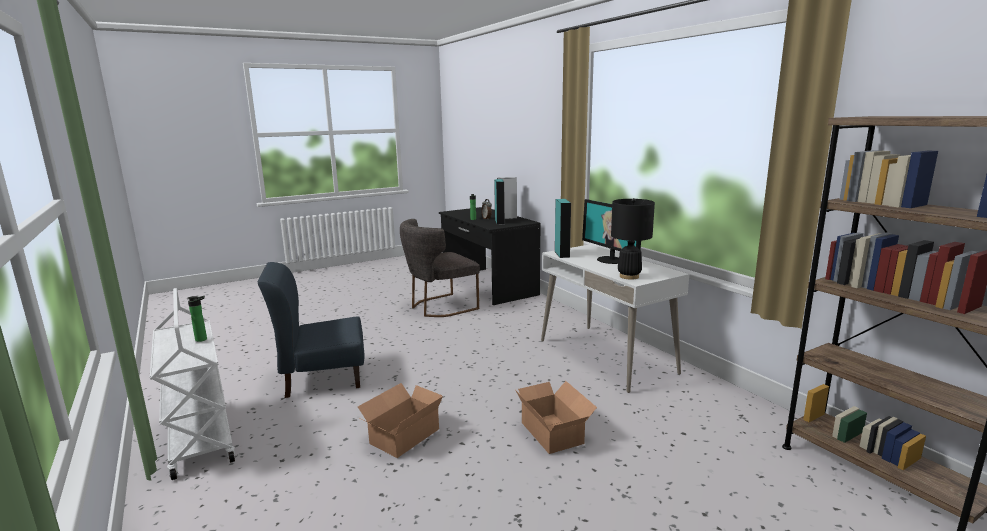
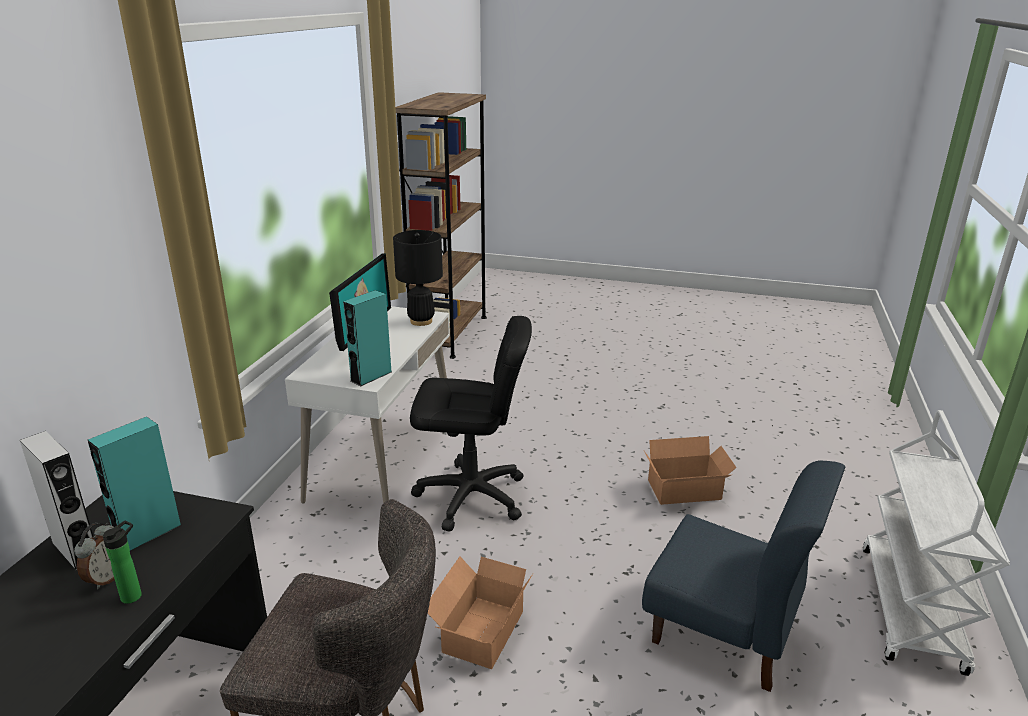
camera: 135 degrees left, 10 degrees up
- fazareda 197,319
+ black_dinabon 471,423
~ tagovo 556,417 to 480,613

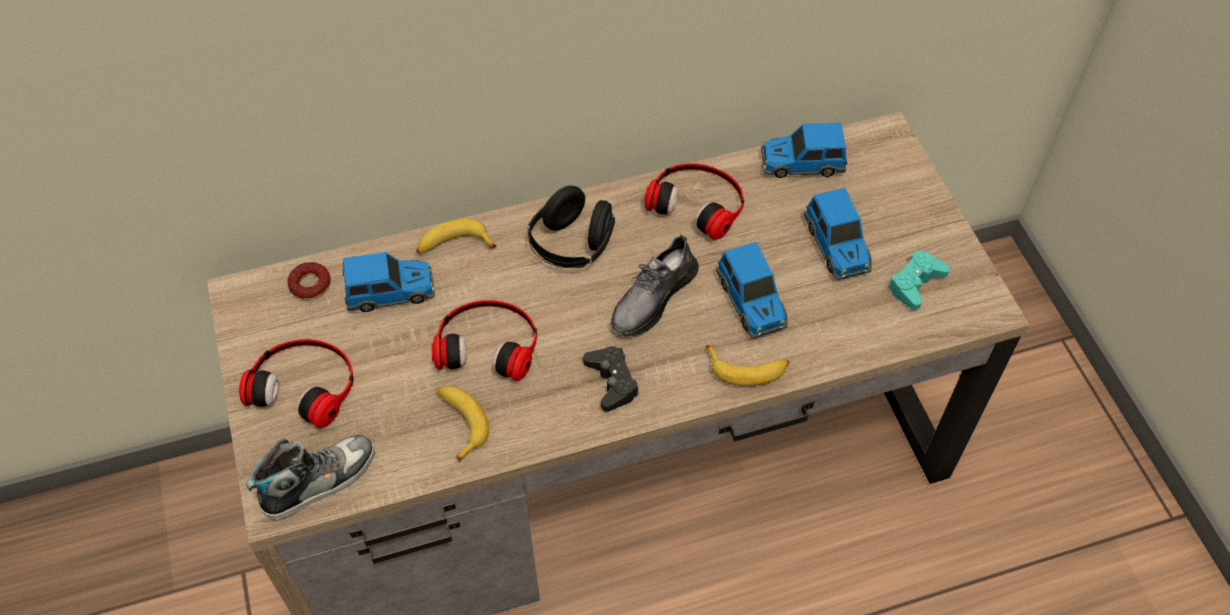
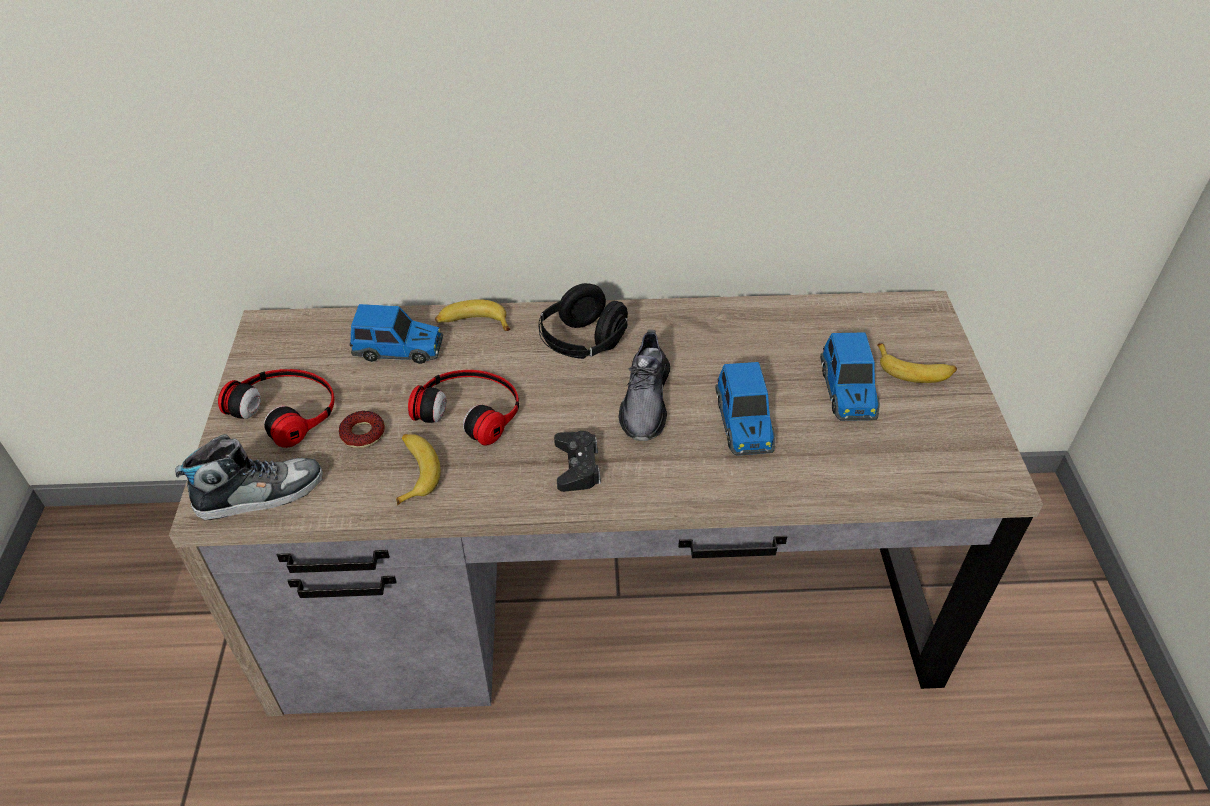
camera: 15 degrees right, 10 degrees down
- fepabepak 694,201
- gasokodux 804,150
- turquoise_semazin 918,280
~ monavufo 309,281 to 362,429
~ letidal 748,365 to 917,363
~ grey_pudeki 655,285 = 644,385 45 degrees counterclockwise

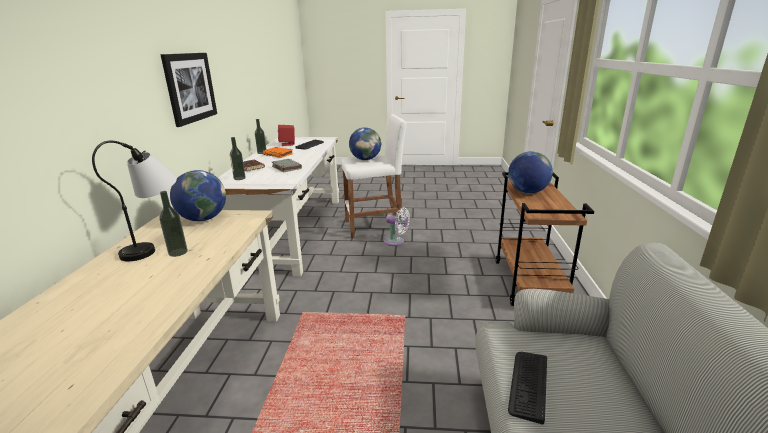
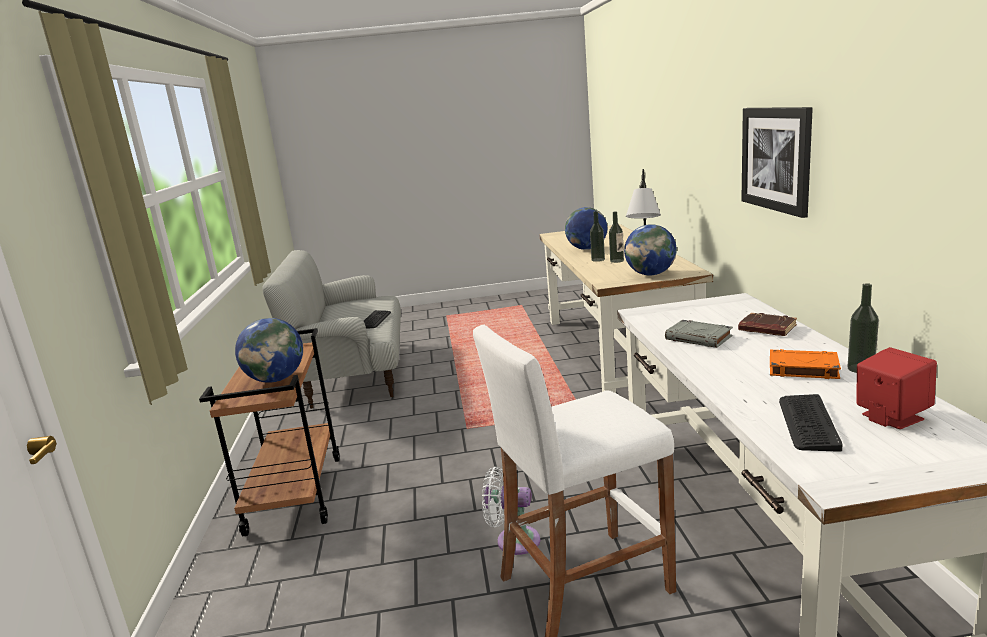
camera: 170 degrees right, 5 degrees down
~ fazareda 238,158 to 597,236
~ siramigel 365,143 to 586,228

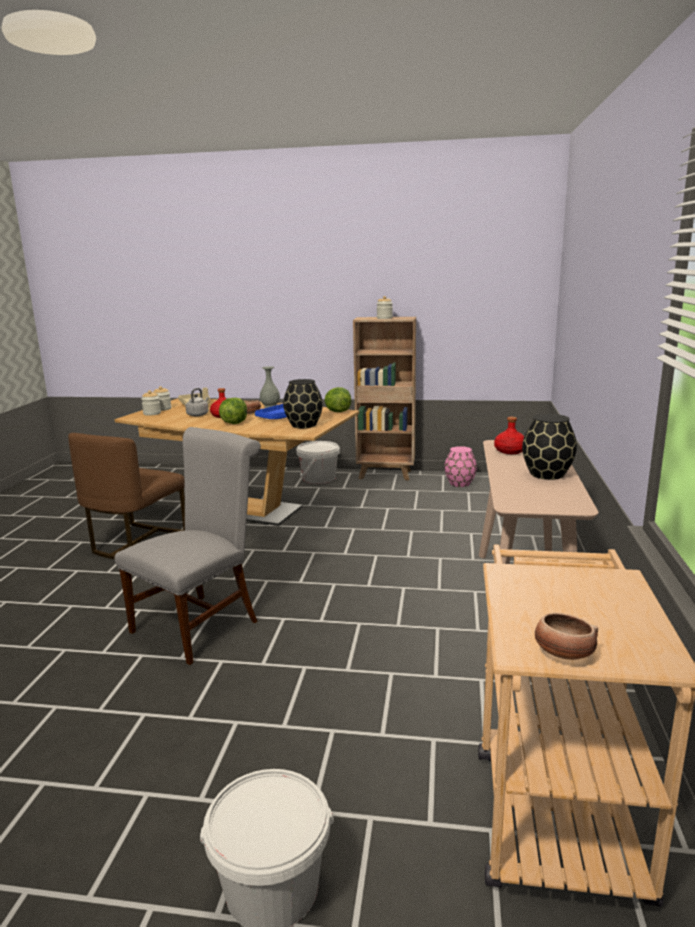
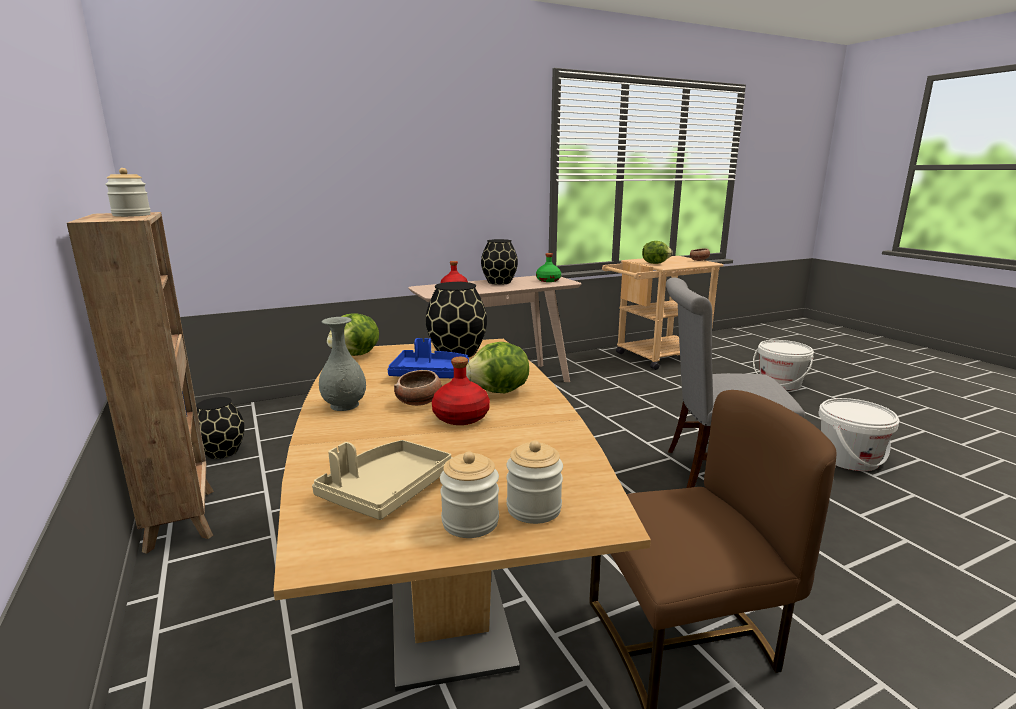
camera: 125 degrees left, 0 degrees up
- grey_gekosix 197,402
+ green_fazareda 548,267
+ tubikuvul 657,252
~ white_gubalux 318,462 to 859,434
~ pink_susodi 460,466 to black_susodi 220,428

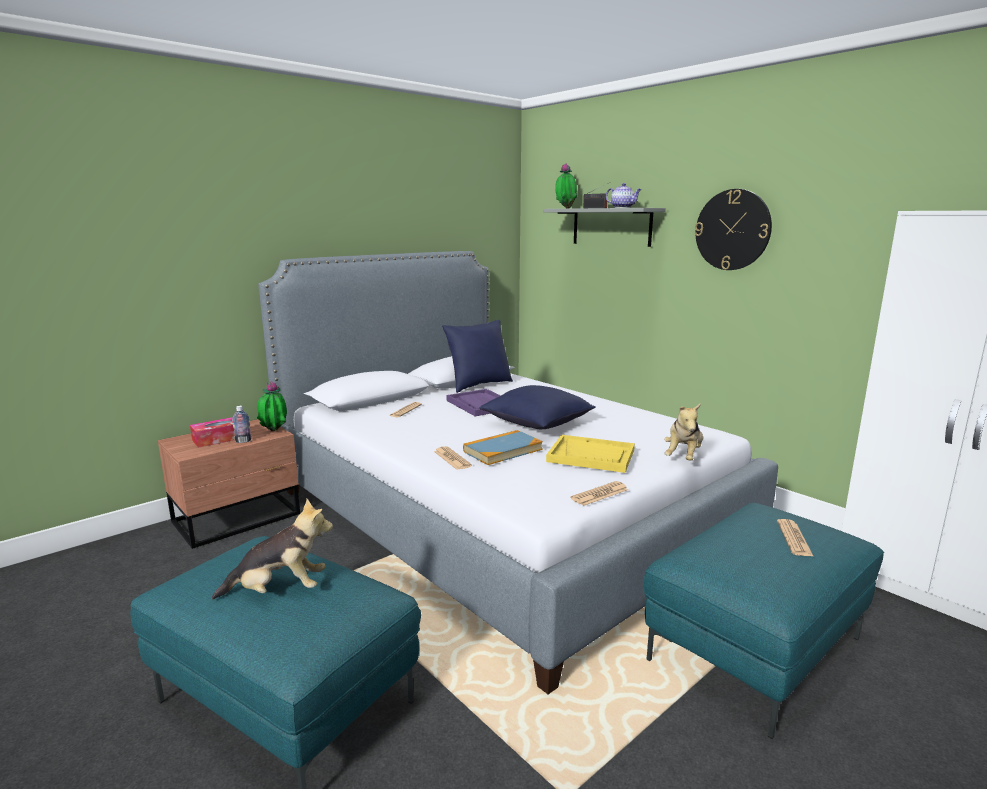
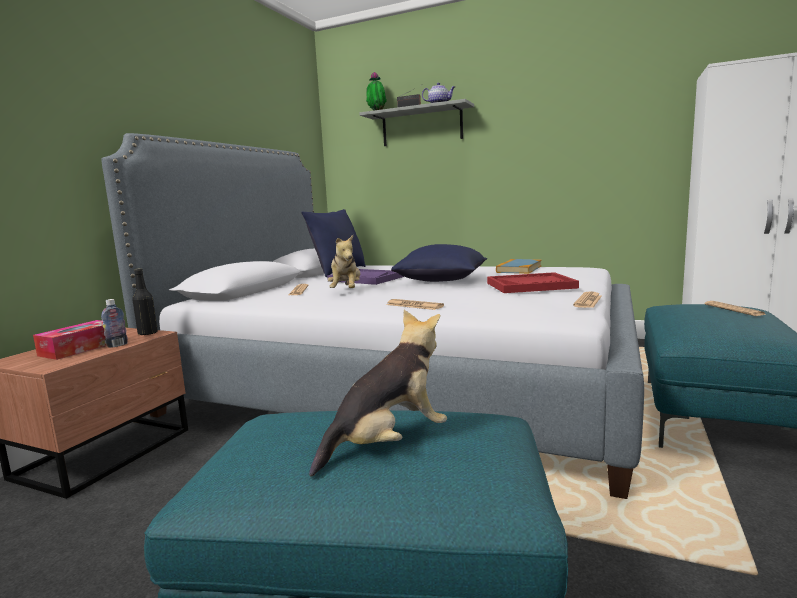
camera: 25 degrees left, 5 degrees down
- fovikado 733,229
~ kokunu 503,447 to 519,266
~ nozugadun 683,432 to 344,261
~ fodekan 271,406 to black_fazareda 145,301
~ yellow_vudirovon 590,454 to red_vudirovon 533,282

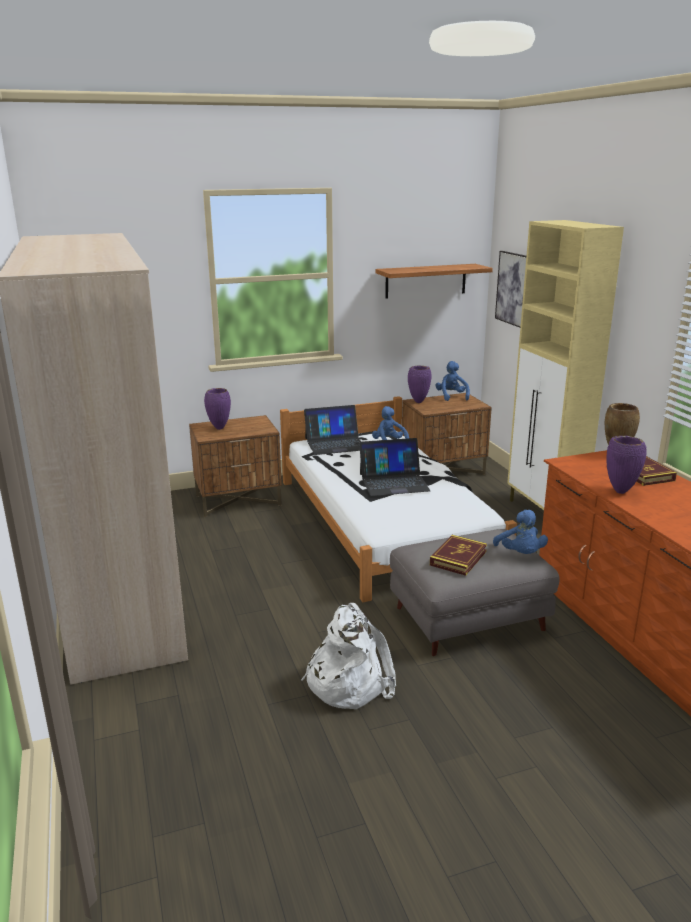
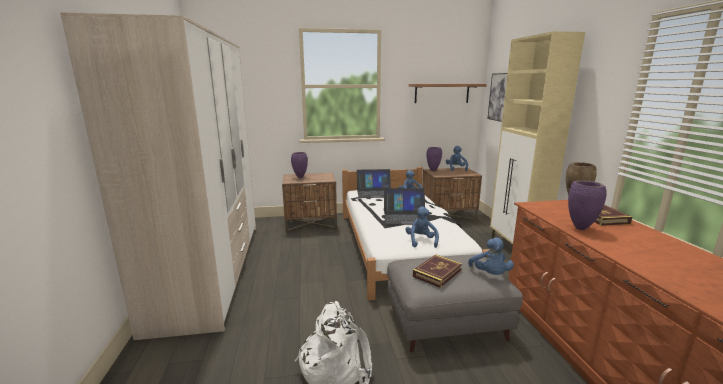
camera: 10 degrees right, 5 degrees down
+ blue_nozugadun 422,227

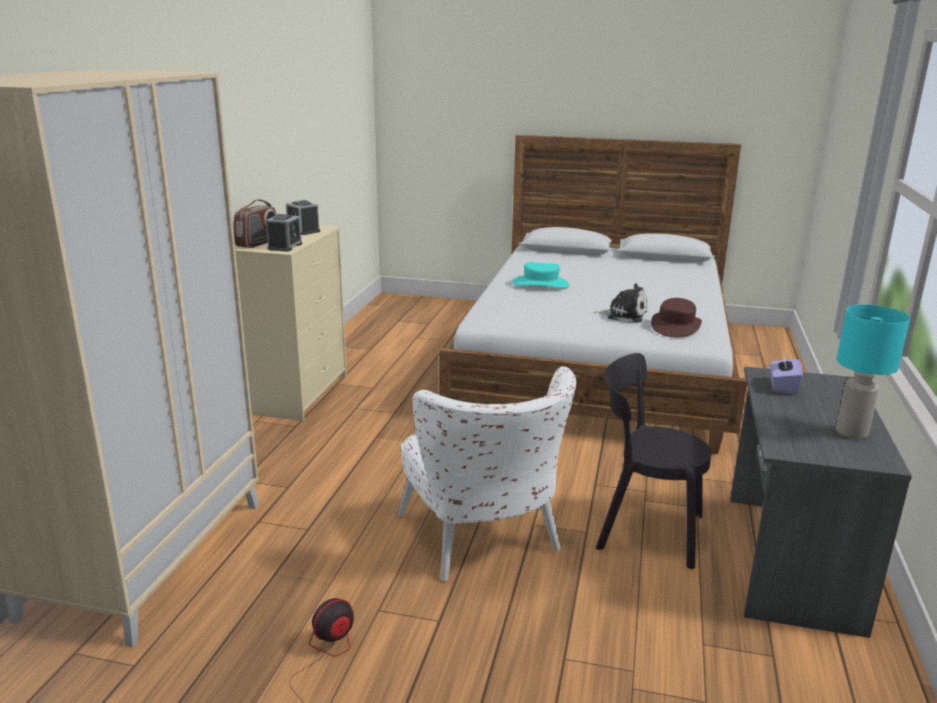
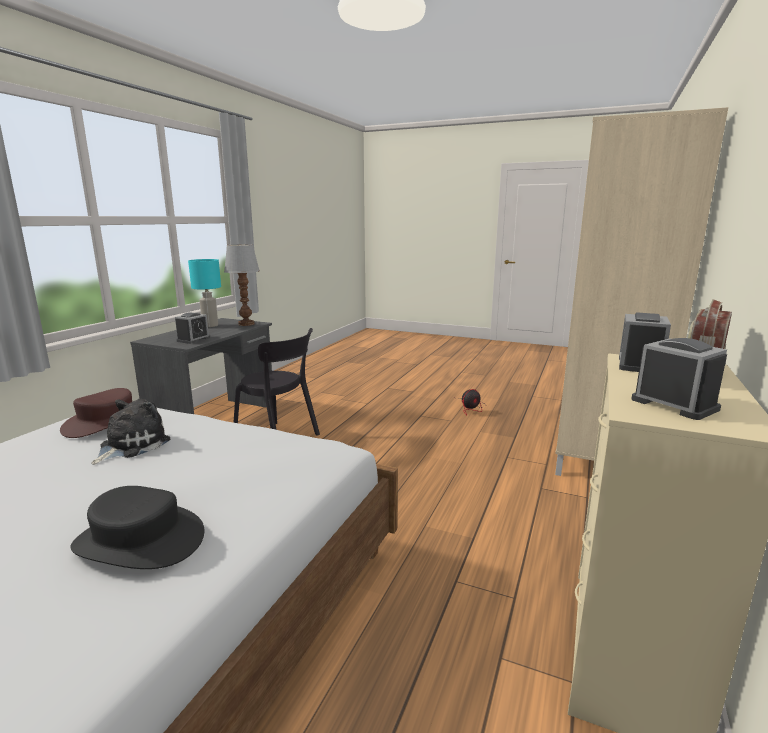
camera: 170 degrees left, 5 degrees down
- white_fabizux 487,474
+ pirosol 242,285
~ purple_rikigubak 786,373 to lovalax 192,328
~ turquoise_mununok 541,275 to black_mununok 137,527
~ nozugadun 620,303 = 130,432 90 degrees clockwise

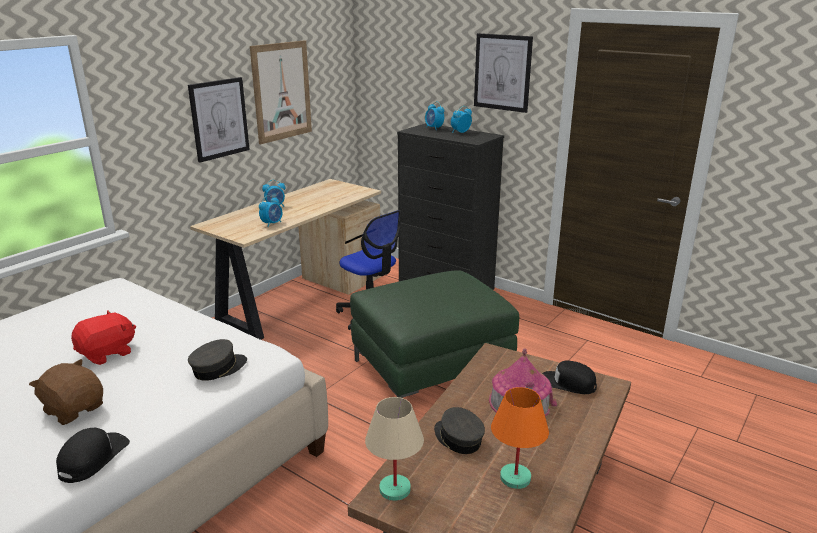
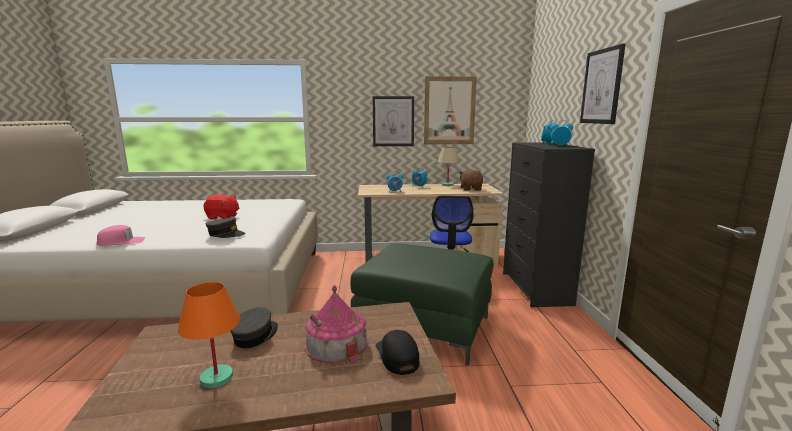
camera: 50 degrees right, 10 degrees down
~ brown_nozugadun 66,392 to 471,180
~ beige_pirosol 394,449 to 448,166
~ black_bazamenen 93,455 to pink_bazamenen 121,235

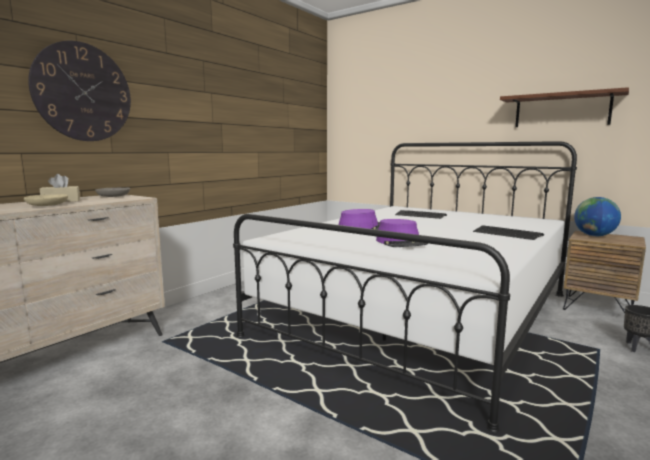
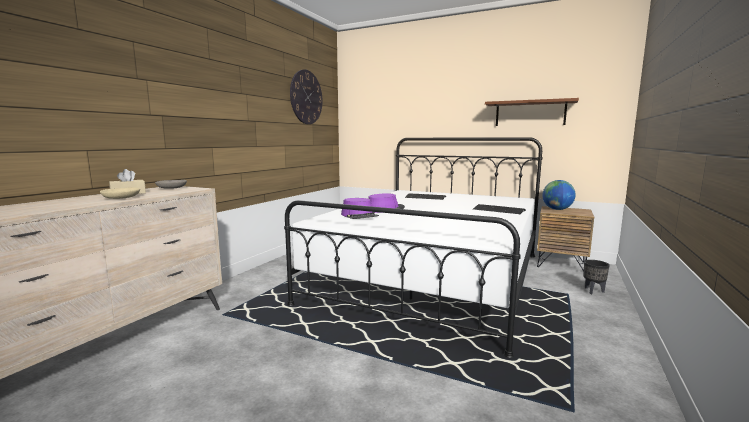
camera: 10 degrees left, 0 degrees up
~ fovikado 79,91 to 306,96
~ purple_mununok 402,233 to 360,208

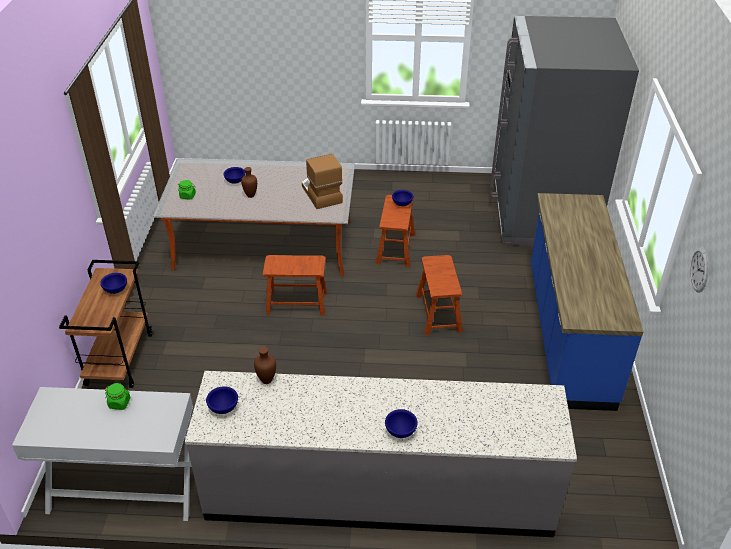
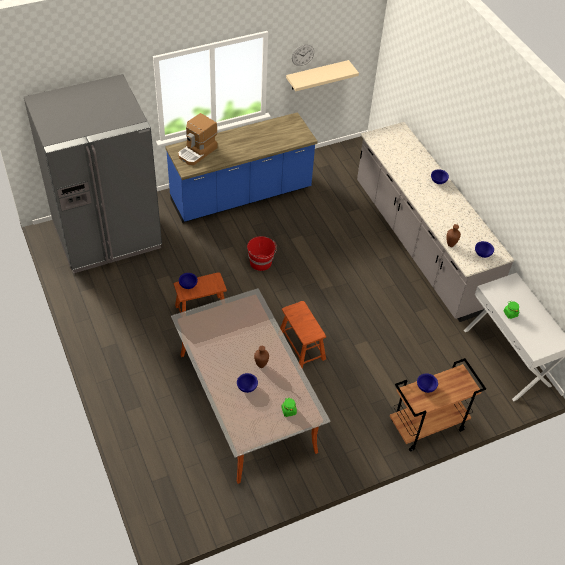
camera: 120 degrees left, 10 degrees up
+ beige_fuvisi 322,75
~ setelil 322,181 to 198,139
~ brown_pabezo 439,295 to red_gubalux 262,253

